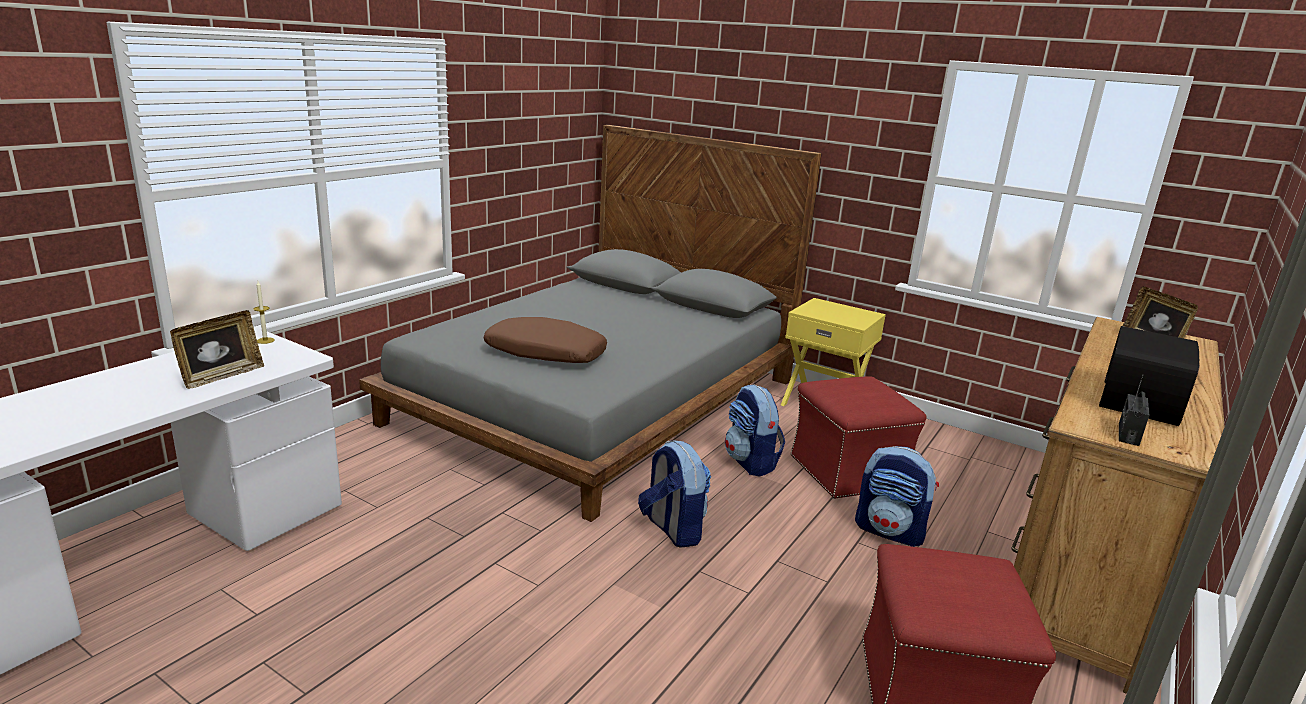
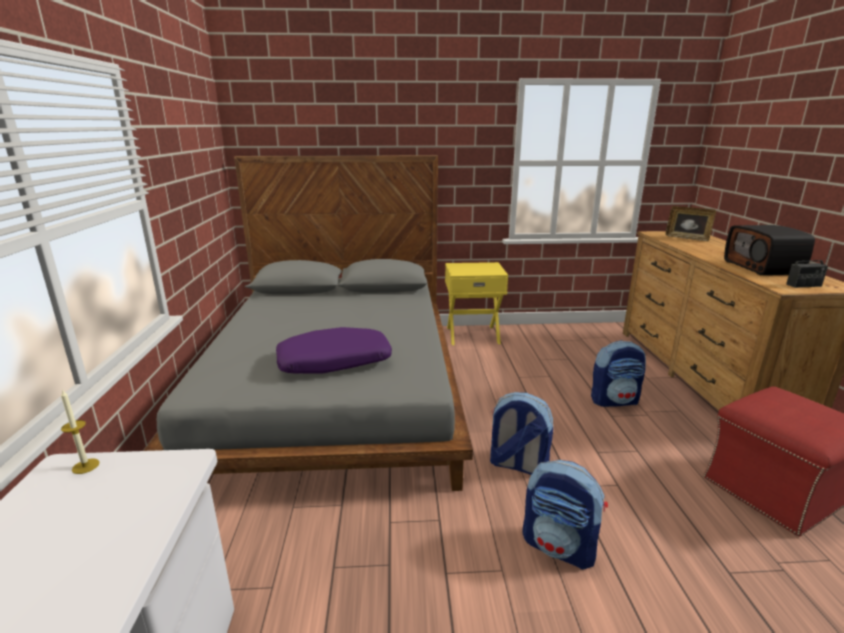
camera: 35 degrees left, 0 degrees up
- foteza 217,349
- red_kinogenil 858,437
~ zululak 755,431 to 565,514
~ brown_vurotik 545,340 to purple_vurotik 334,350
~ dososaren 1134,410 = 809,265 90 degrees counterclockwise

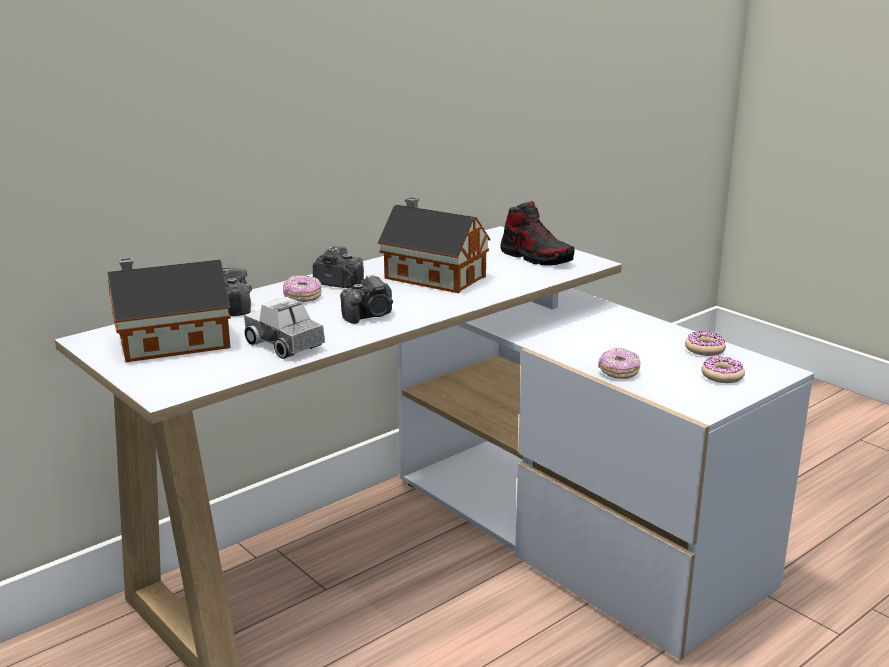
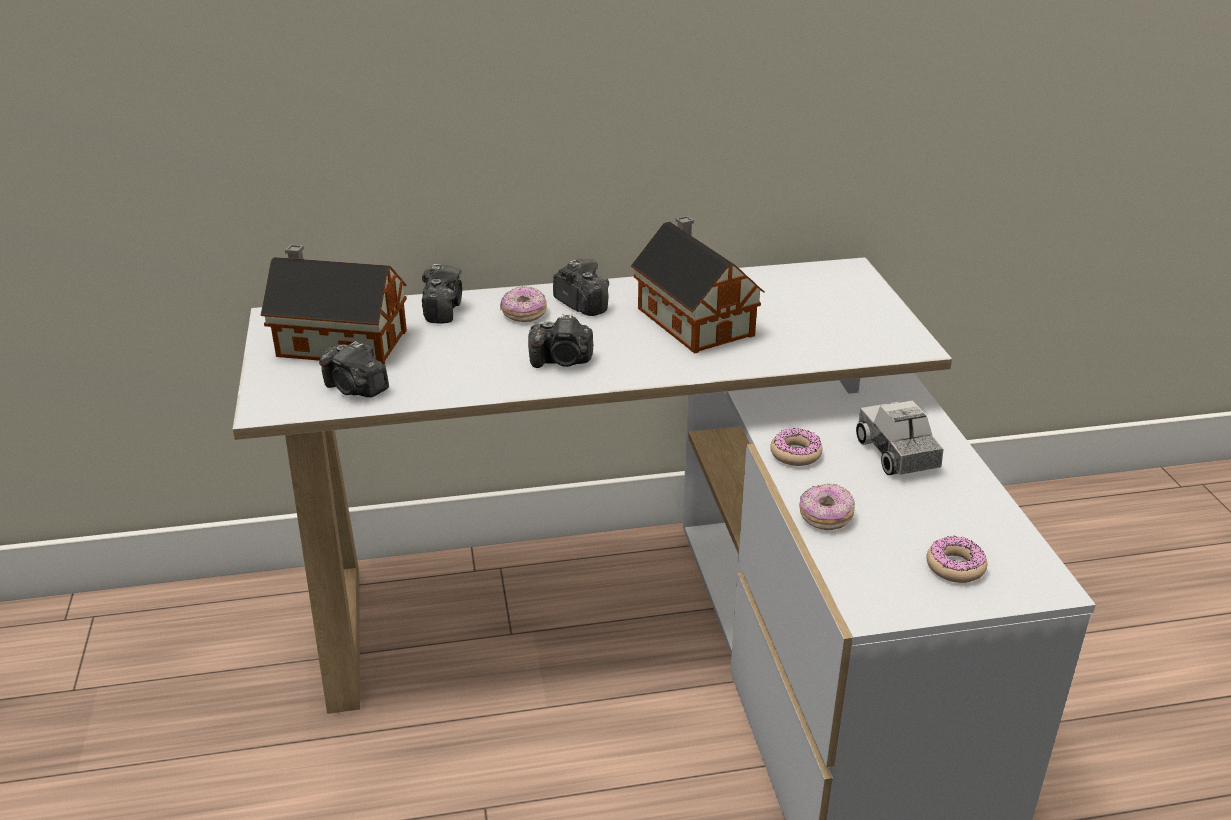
camera: 30 degrees right, 10 degrees up
- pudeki 537,233
+ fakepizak 354,369
~ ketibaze 284,328 to 900,437
~ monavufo 705,344 to 796,447

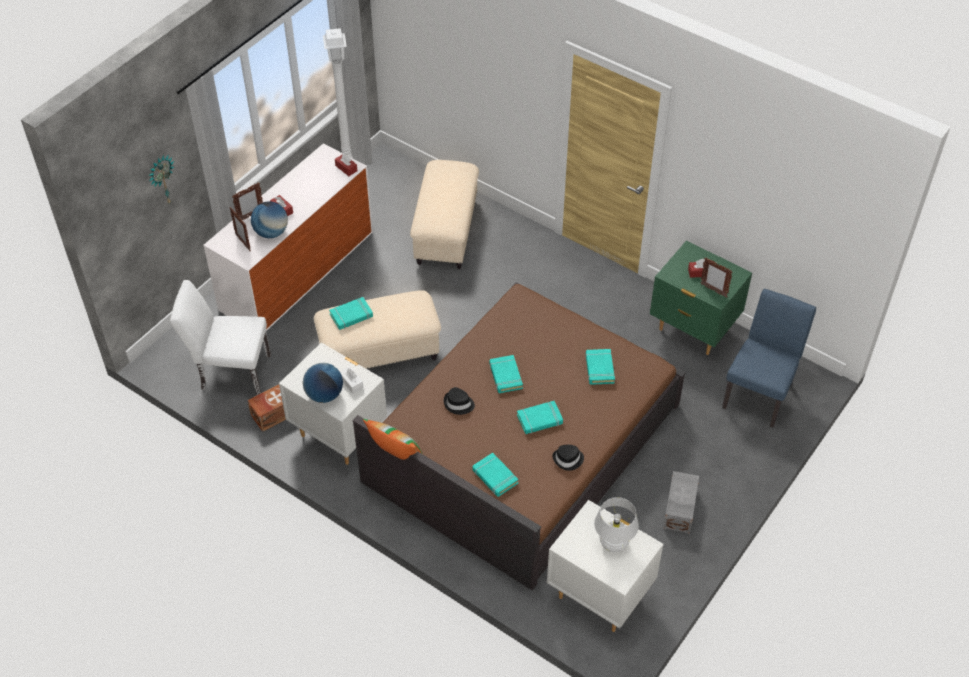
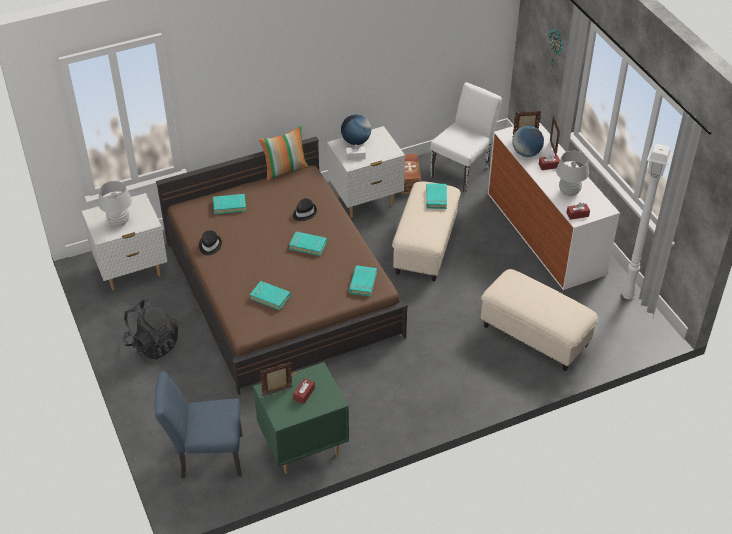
camera: 120 degrees right, 5 degrees down
+ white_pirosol 572,173
~ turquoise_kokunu 540,417 to 363,281
~ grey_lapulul 681,502 to black_zululak 150,329
~ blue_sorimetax 769,358 = 198,424 120 degrees clockwise

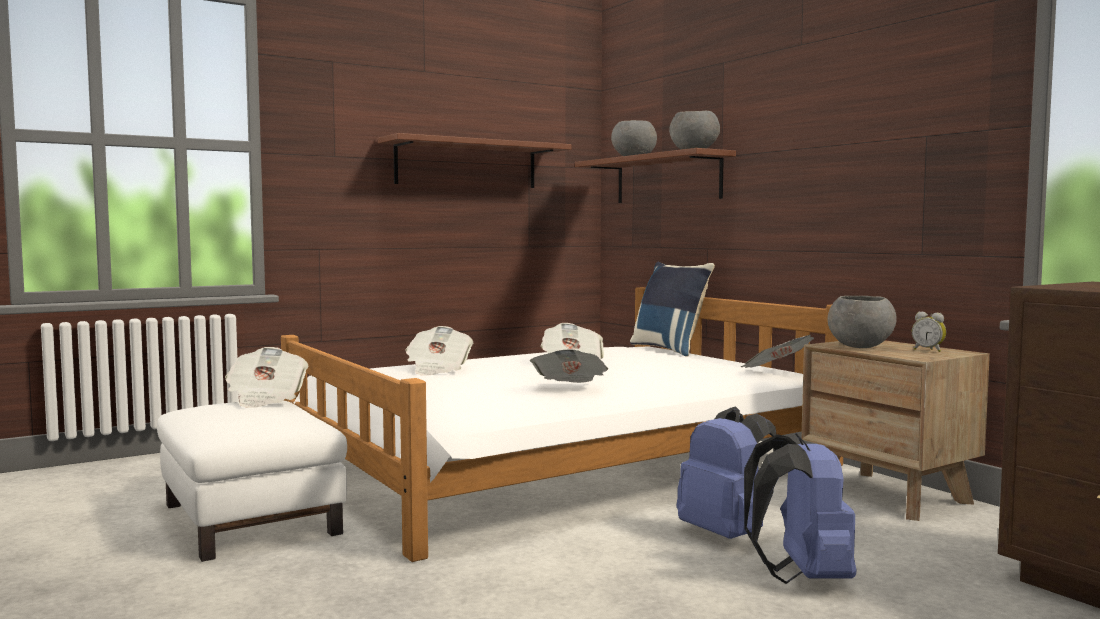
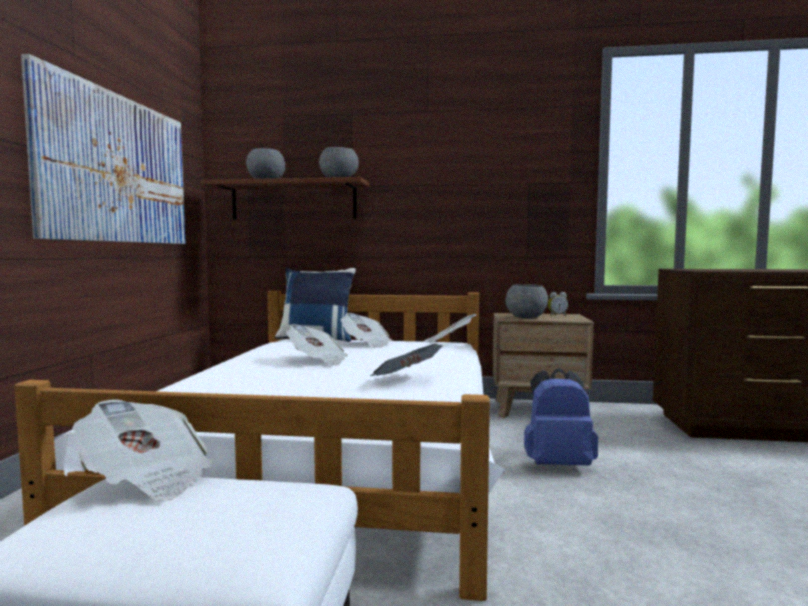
camera: 50 degrees left, 0 degrees up
- blue_zululak 800,508
~ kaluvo 439,351 to 366,330
~ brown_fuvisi 475,160 to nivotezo 103,149

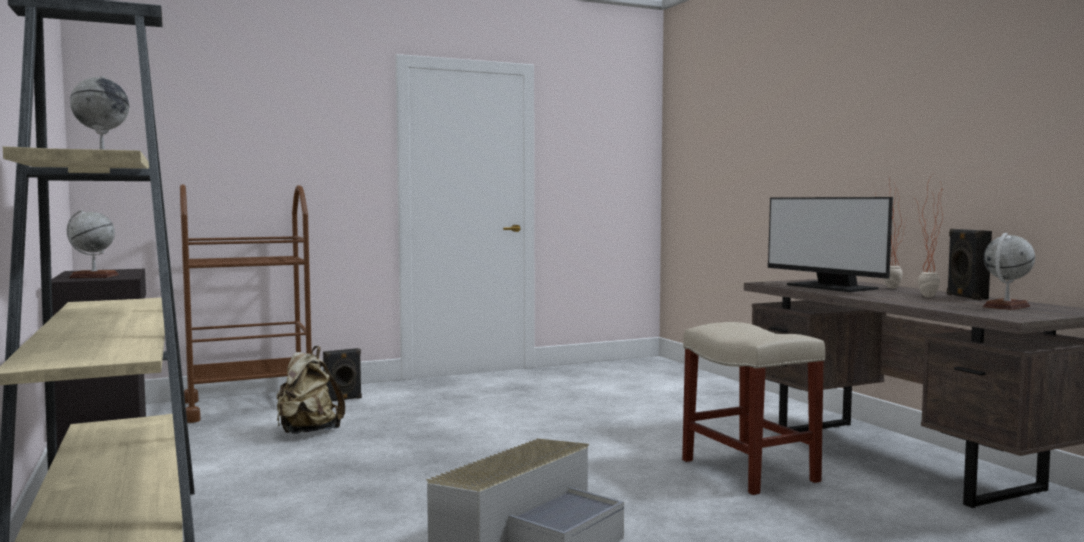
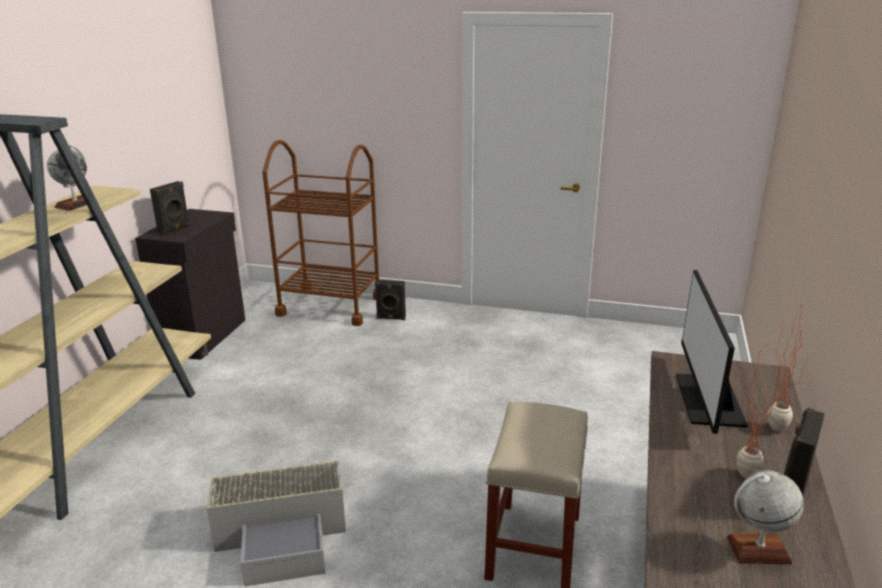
camera: 40 degrees right, 20 degrees up
- beige_zululak 310,390
~ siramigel 93,244 to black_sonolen 170,208

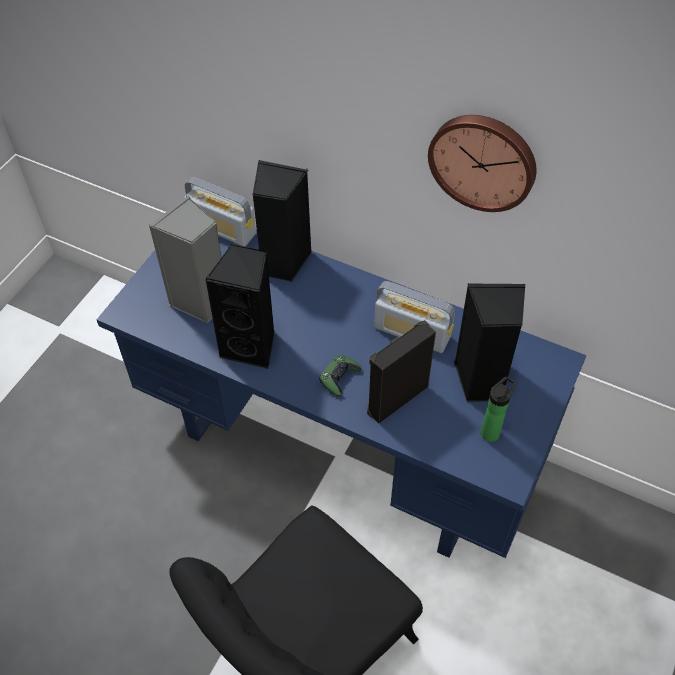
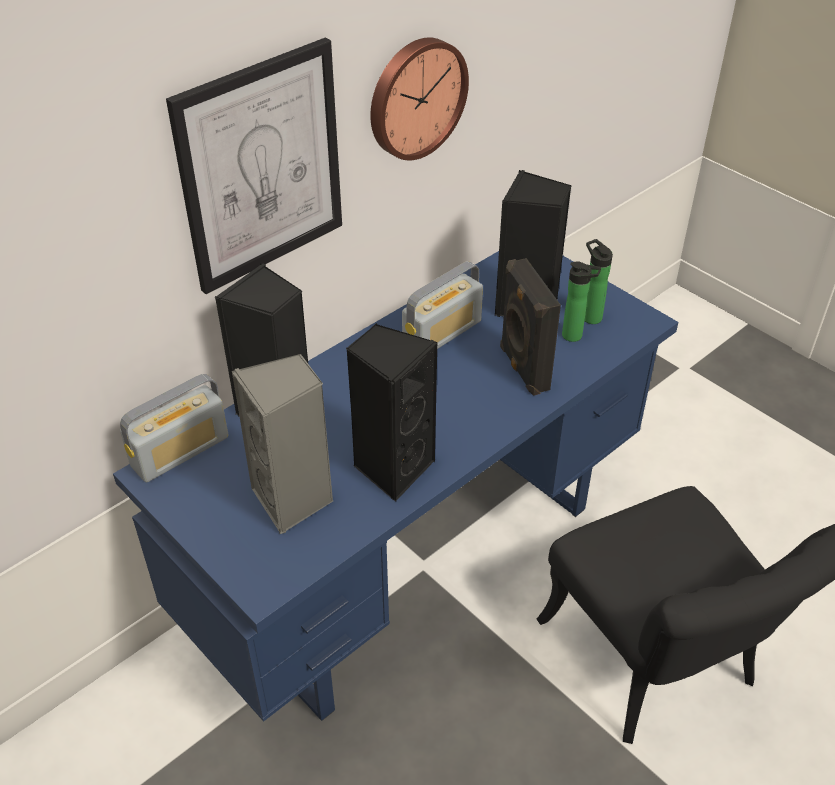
camera: 70 degrees left, 10 degrees down
- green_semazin 340,376
+ nivotezo 254,165
+ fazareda 581,301

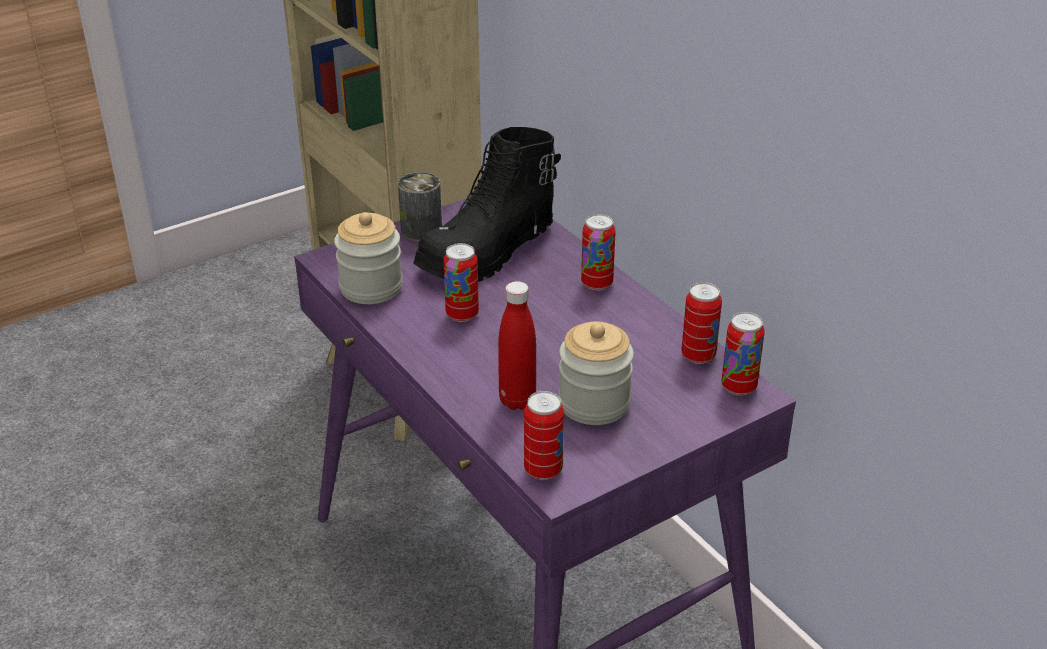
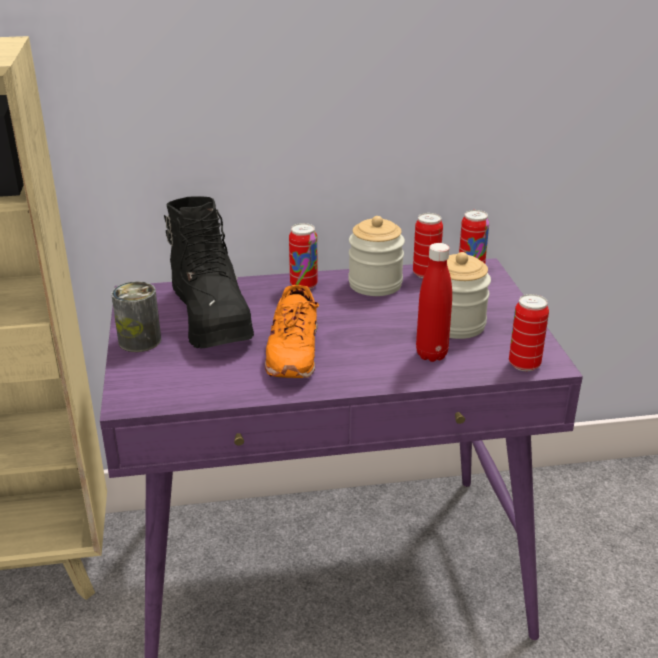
camera: 65 degrees left, 5 degrees down
~ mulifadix 368,258 to 376,256
~ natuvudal 461,282 to orange_pudeki 292,331

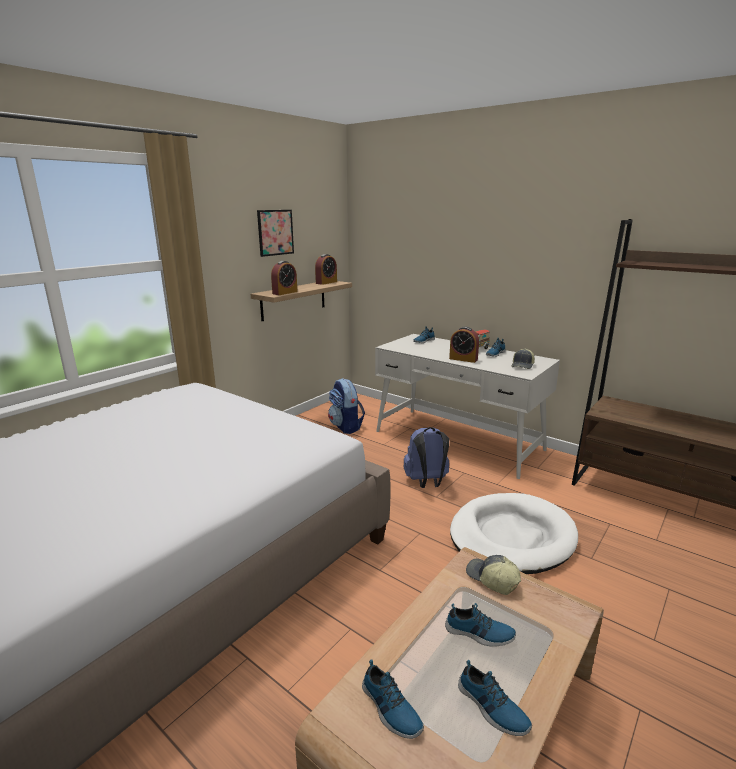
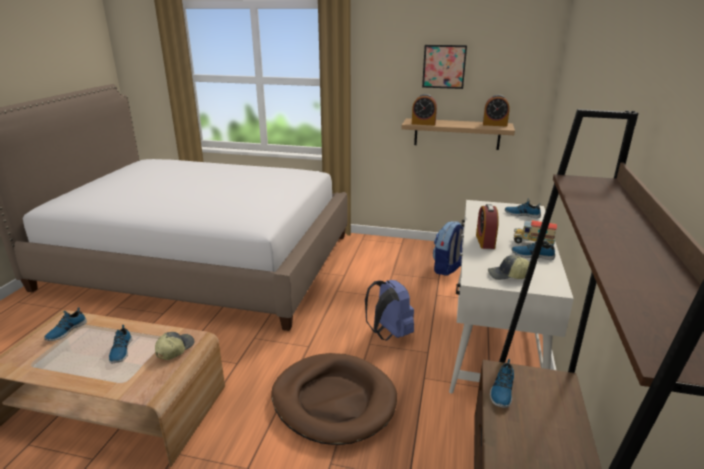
camera: 65 degrees right, 5 degrees up
~ pudeki 495,698 to 502,383
~ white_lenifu 514,533 to brown_lenifu 334,399

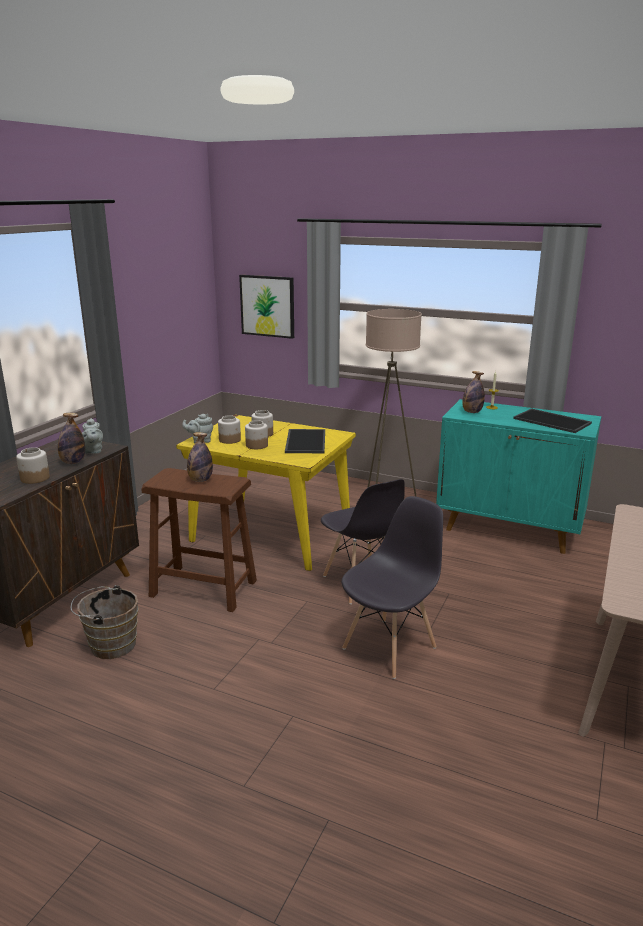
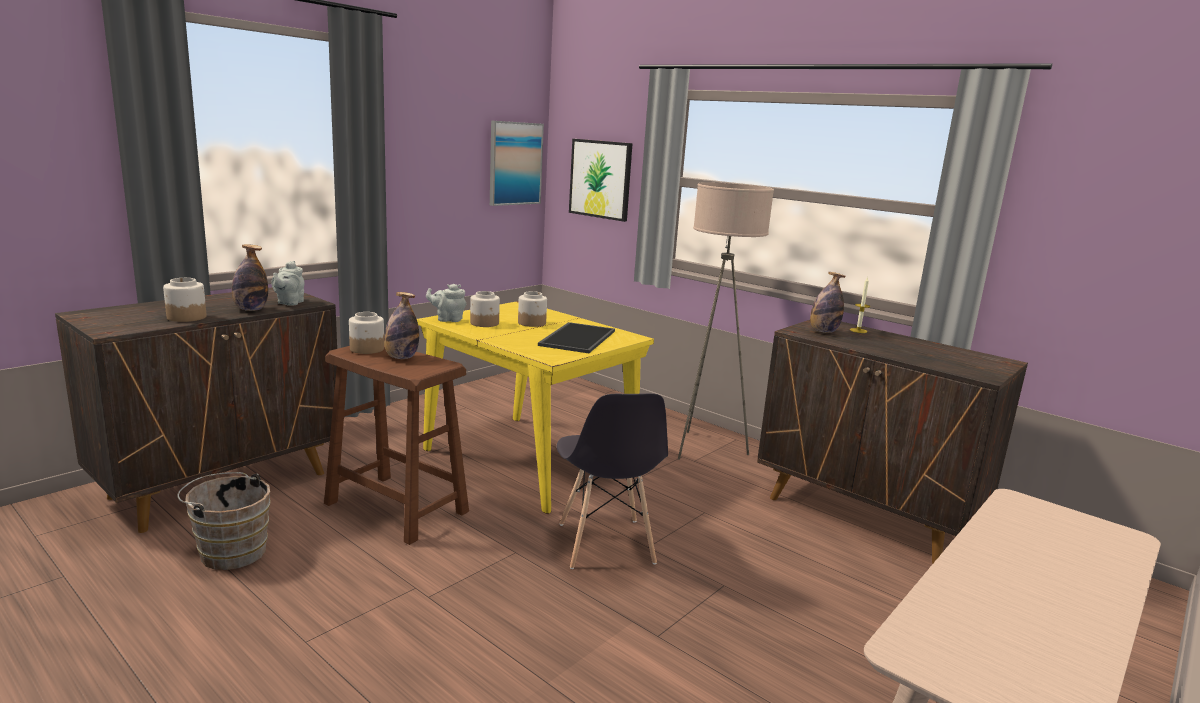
camera: 15 degrees right, 5 degrees down
- grey_sorimetax 392,587
- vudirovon 552,420
+ nivotezo 517,163
~ mulifadix 256,434 to 366,333
~ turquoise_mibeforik 518,476 to brown_mibeforik 892,441

